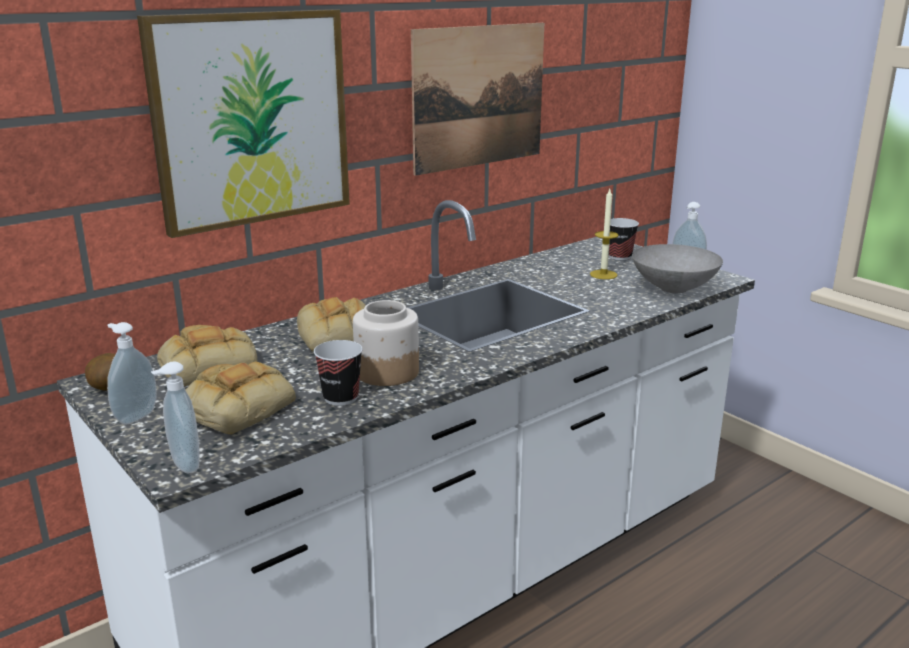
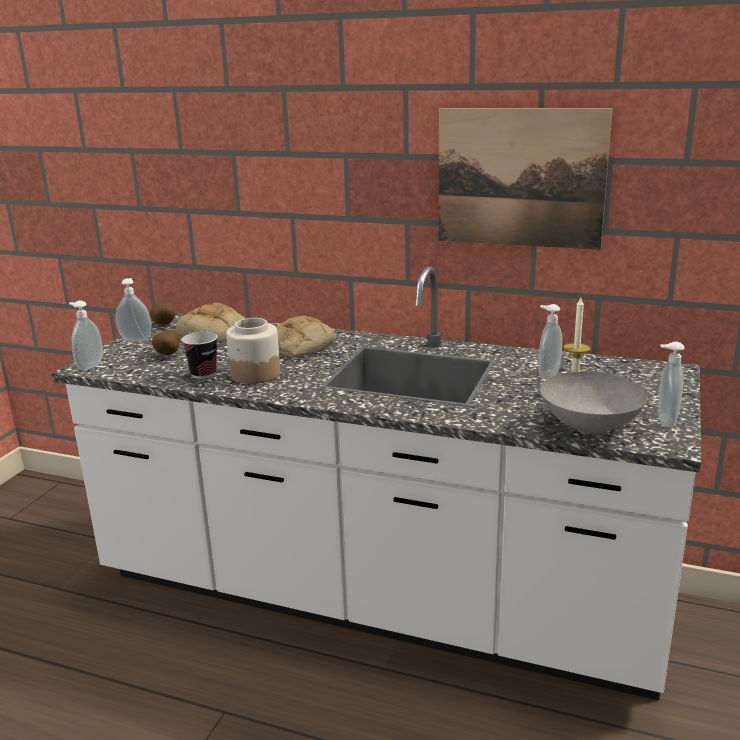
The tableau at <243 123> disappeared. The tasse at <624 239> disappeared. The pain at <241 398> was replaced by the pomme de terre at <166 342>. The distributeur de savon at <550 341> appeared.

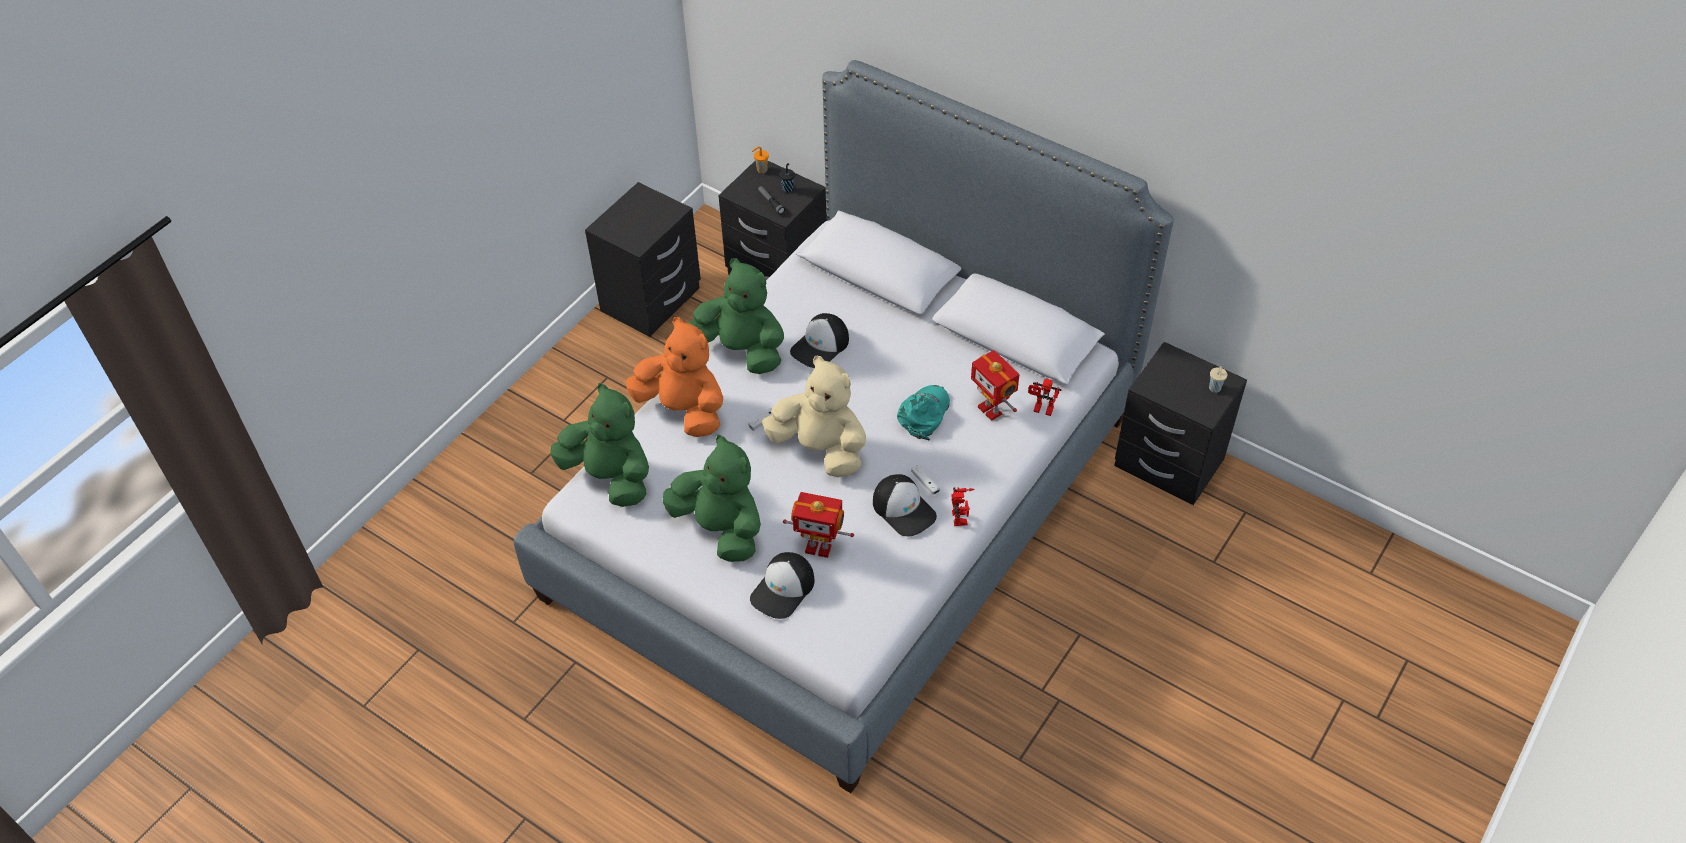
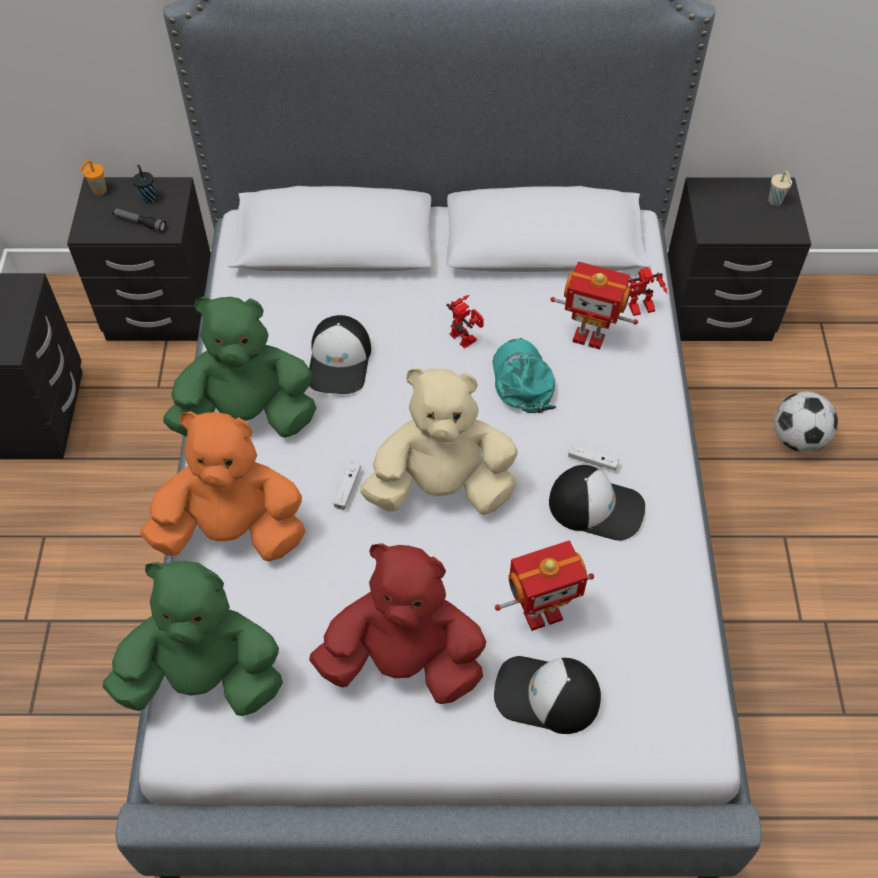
The peluche/vert at <711 498> became the peluche/rouge at <397 623>. The robot jouet moved from <963 506> to <465 322>. The casquette at <782 585> turned 105 degrees clockwise. The ballon de foot at <806 422> appeared.

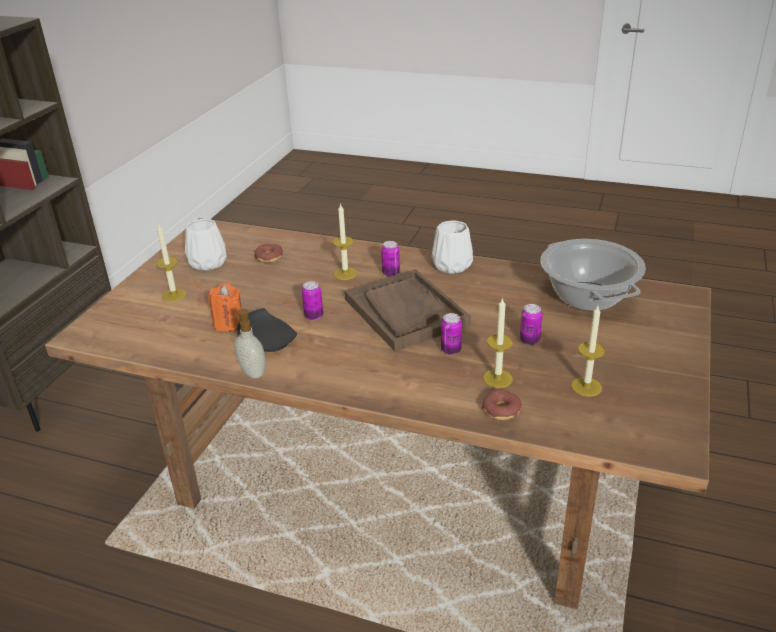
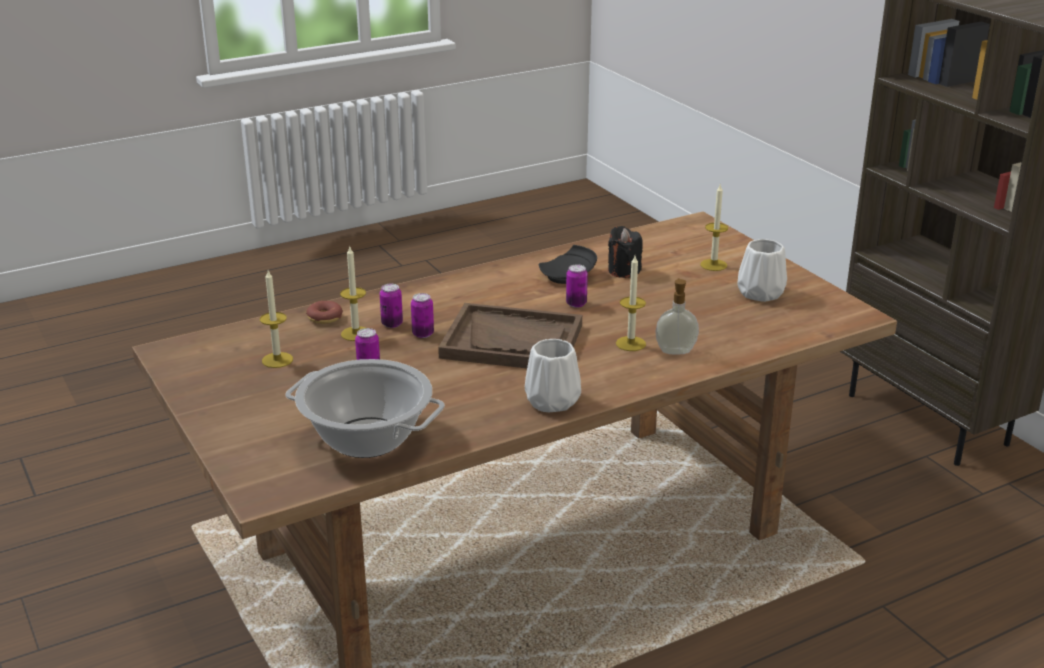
The boîte métallique moved from <390 259> to <391 306>. The beignet at <268 253> disappeared. The bougie/orange at <225 307> became the bougie/noir at <625 252>. The distributeur de savon moved from <248 343> to <677 316>.

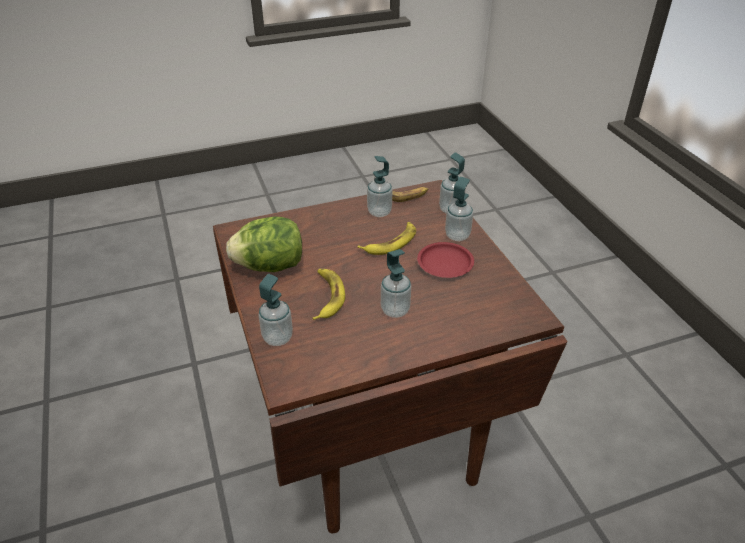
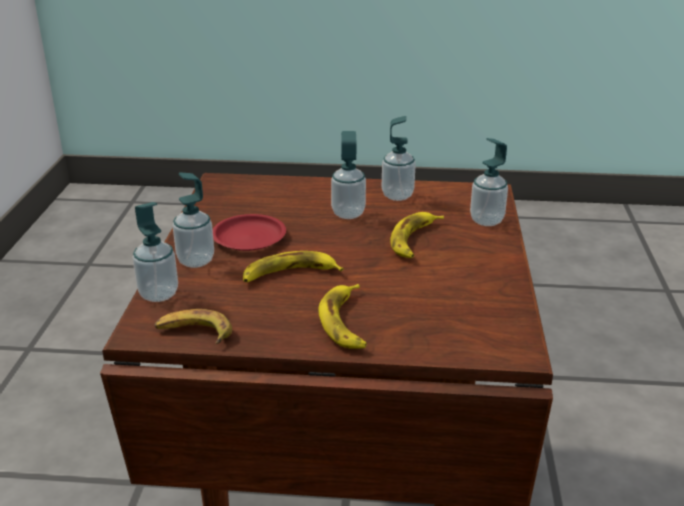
The distributeur de savon moved from <379 186> to <399 158>. The laitue at <264 244> disappeared. The banane at <342 316> appeared.

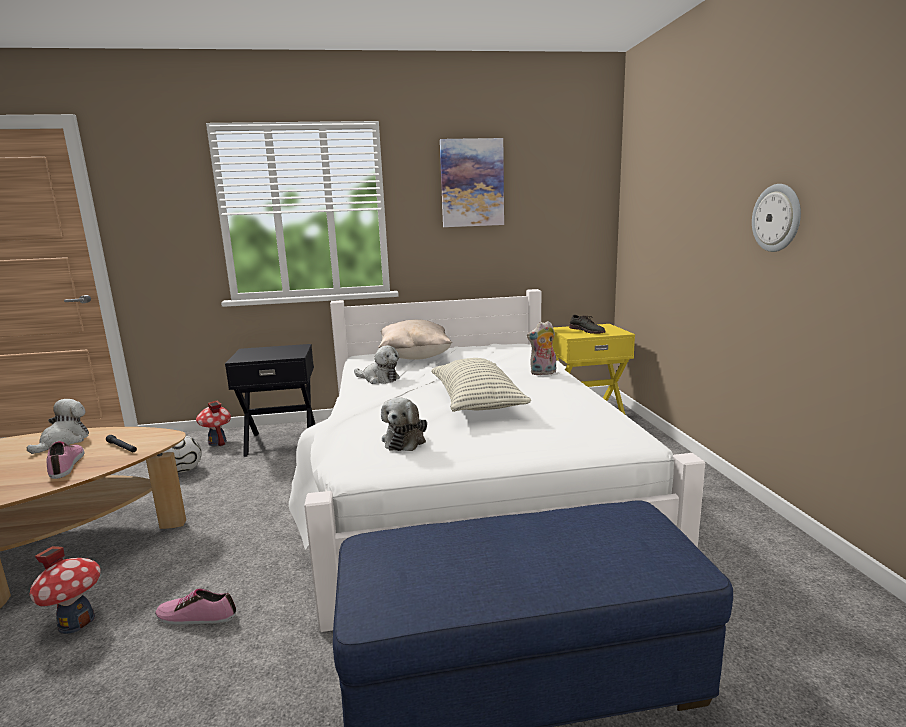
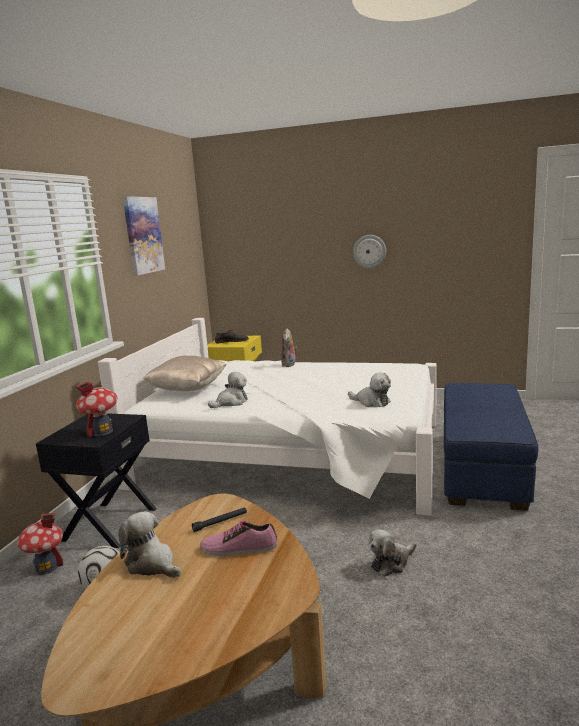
The coussin at <481 385> disappeared. The maison miniature moved from <65 590> to <96 410>. The chaussure at <195 606> was replaced by the peluche at <392 553>.

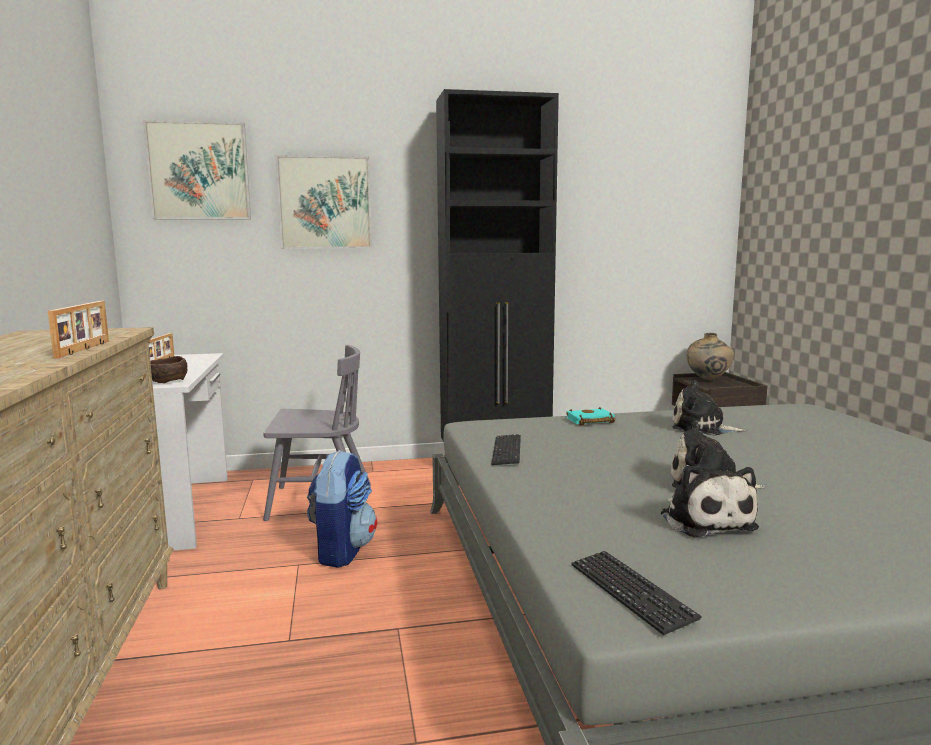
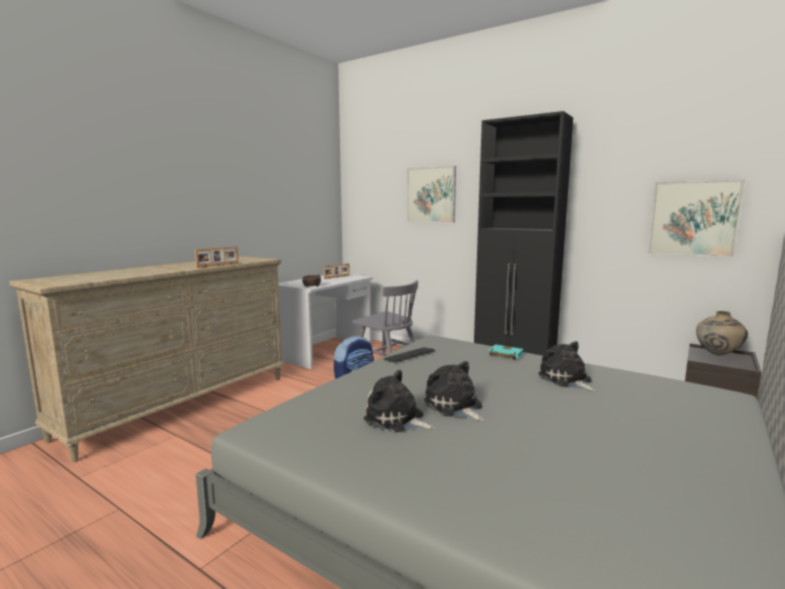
The tableau moved from <197 169> to <696 218>. The peluche at <710 501> turned 90 degrees clockwise. The clavier at <637 593> disappeared.

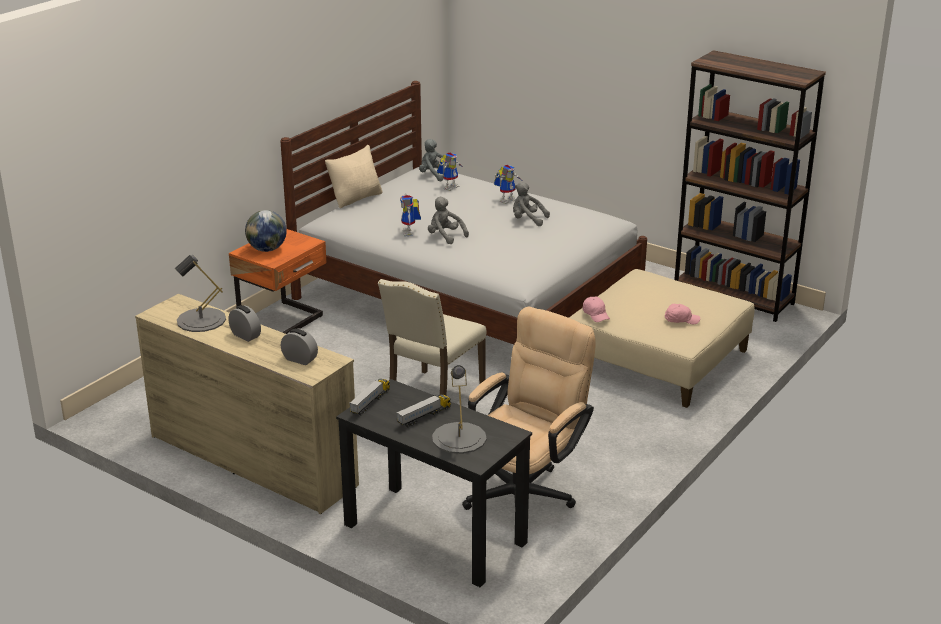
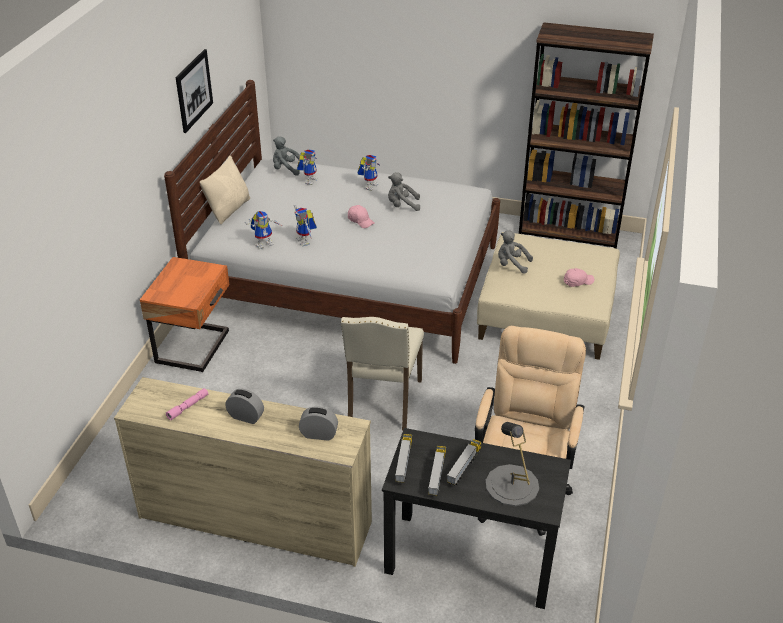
The peluche/gris moved from <448 220> to <515 252>. The globe at <266 231> disappeared. The lampe de table/gris at <200 293> was replaced by the lampe de poche/rose at <187 404>. The casquette/rose moved from <596 309> to <361 216>. The tableau at <194 91> appeared. The robot jouet at <263 230> appeared. The camion jouet at <437 471> appeared.

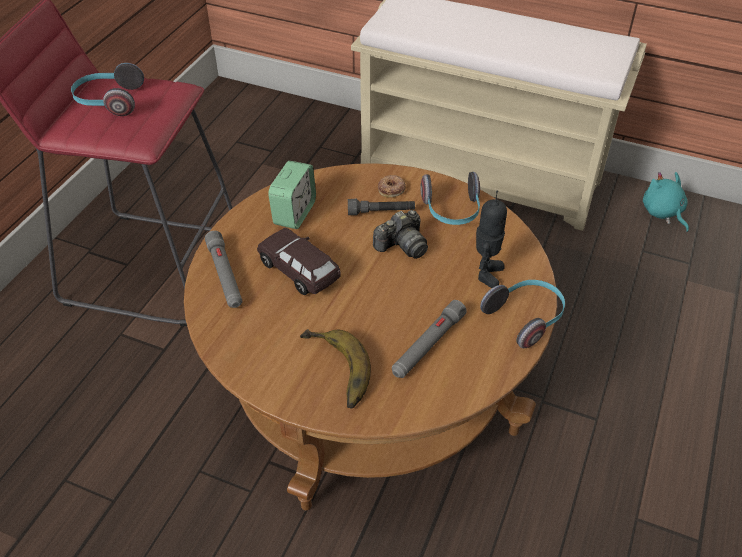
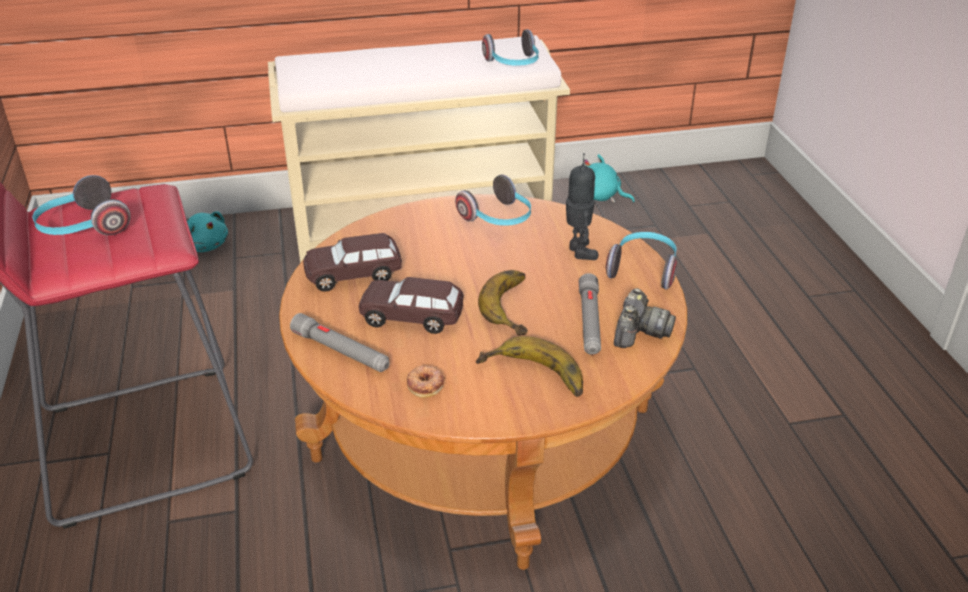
The réveil at <292 195> was replaced by the petite voiture/marron at <352 262>. The beignet moved from <392 186> to <426 381>. The lampe de poche/gris at <381 207> disappeared. The appareil photo moved from <400 234> to <645 318>. The casque audio at <510 47> appeared. The peluche/turquoise at <207 232> appeared. The banane at <503 302> appeared.

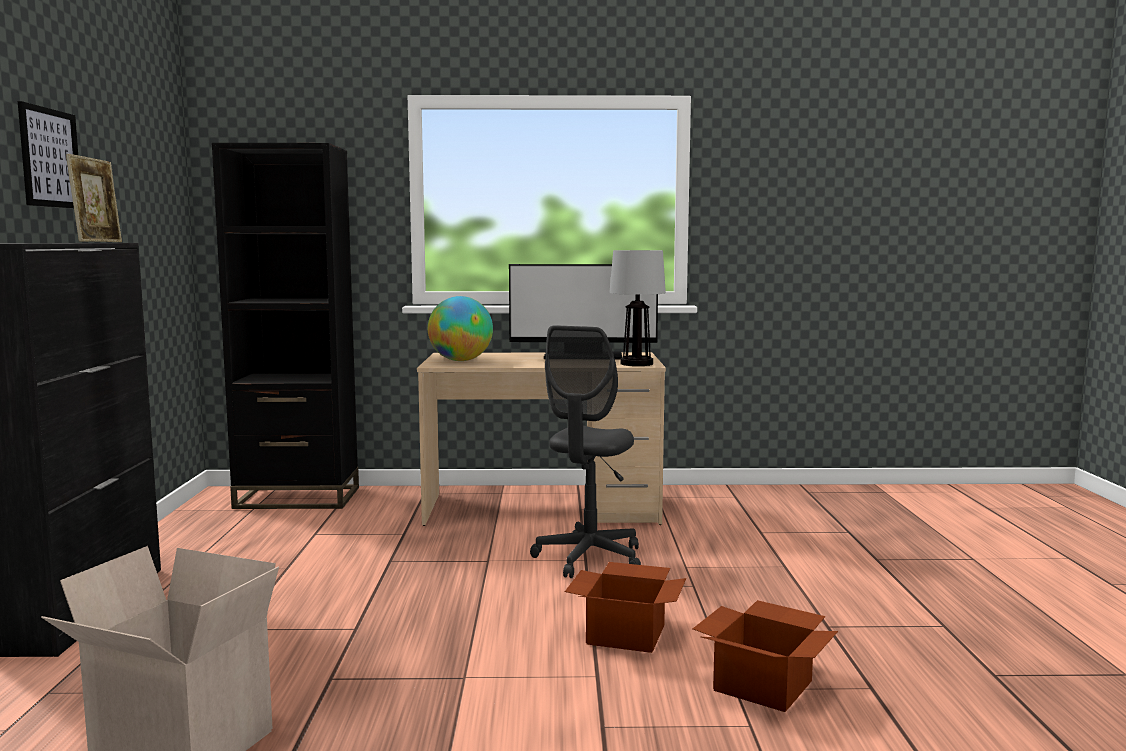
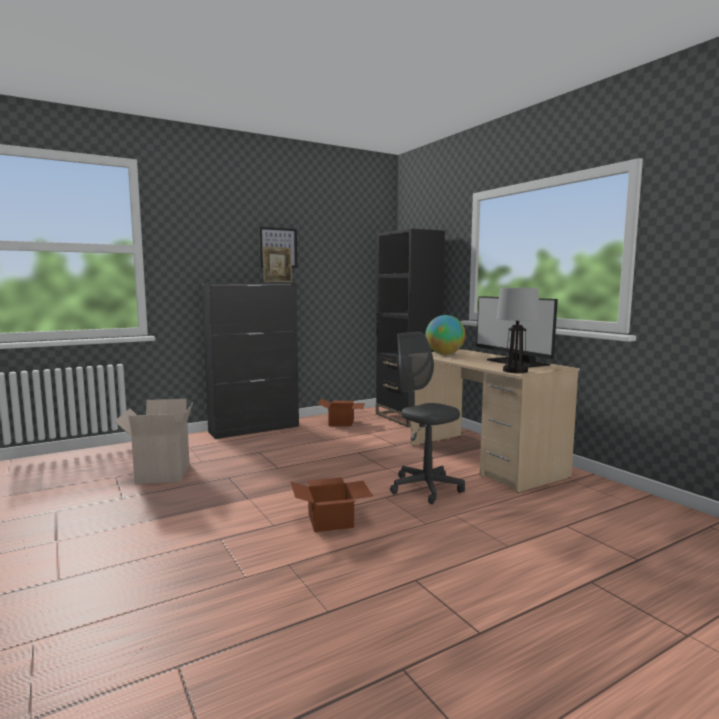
The chaise de bureau/gris at <585 451> turned 60 degrees clockwise. The carton moved from <765 656> to <341 412>.

